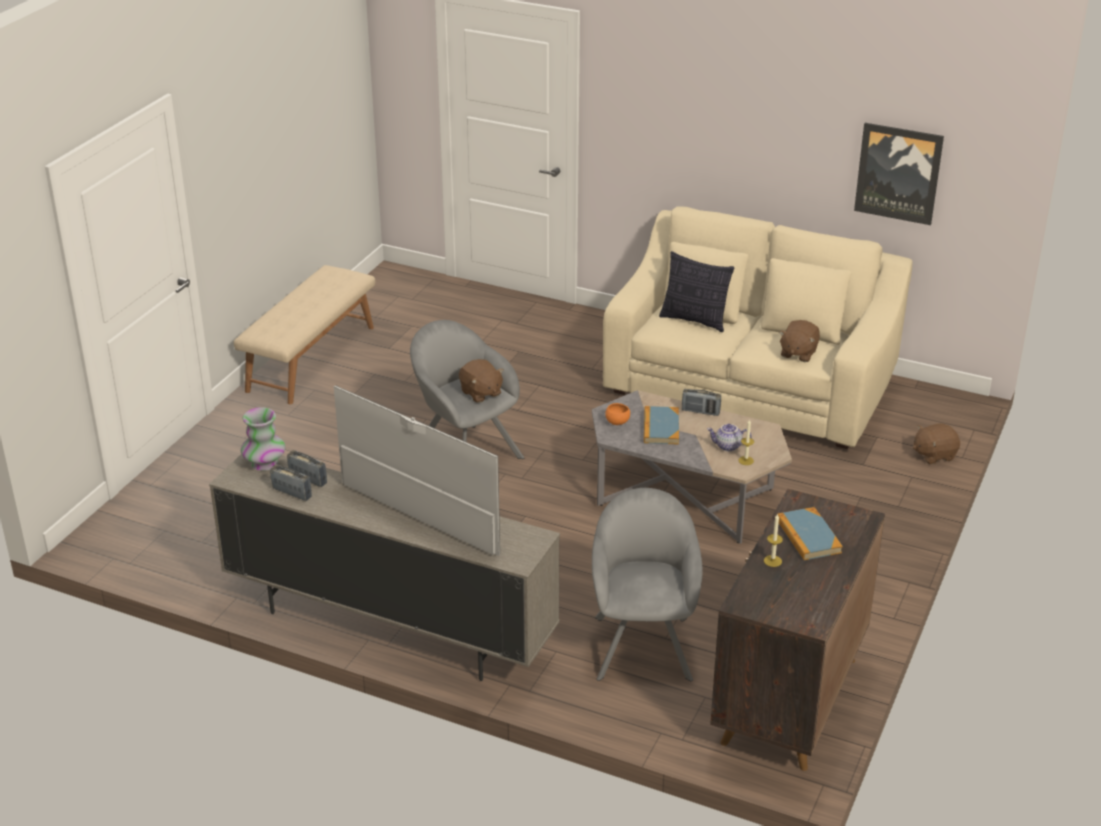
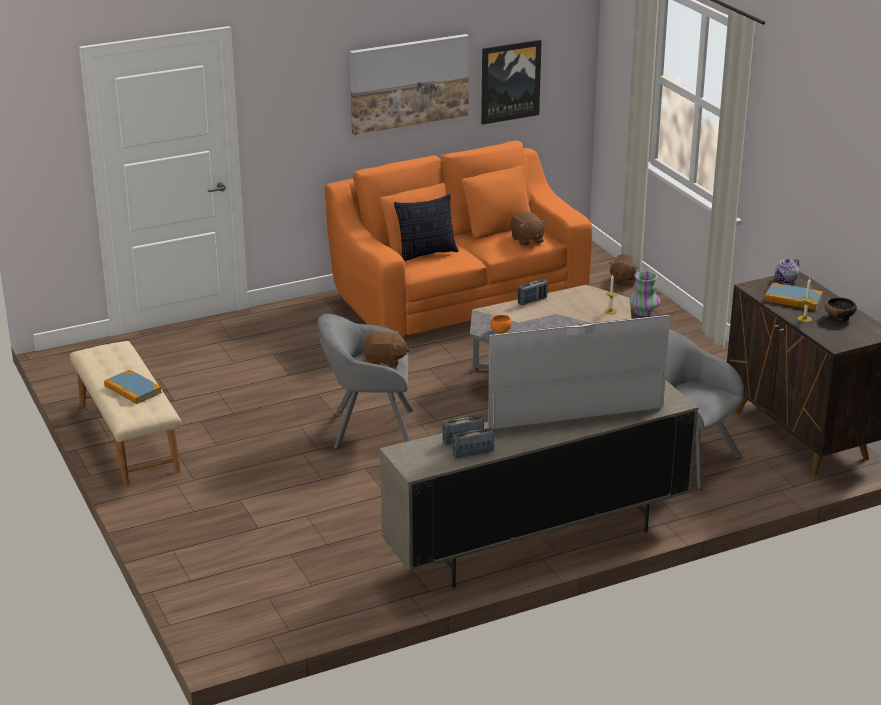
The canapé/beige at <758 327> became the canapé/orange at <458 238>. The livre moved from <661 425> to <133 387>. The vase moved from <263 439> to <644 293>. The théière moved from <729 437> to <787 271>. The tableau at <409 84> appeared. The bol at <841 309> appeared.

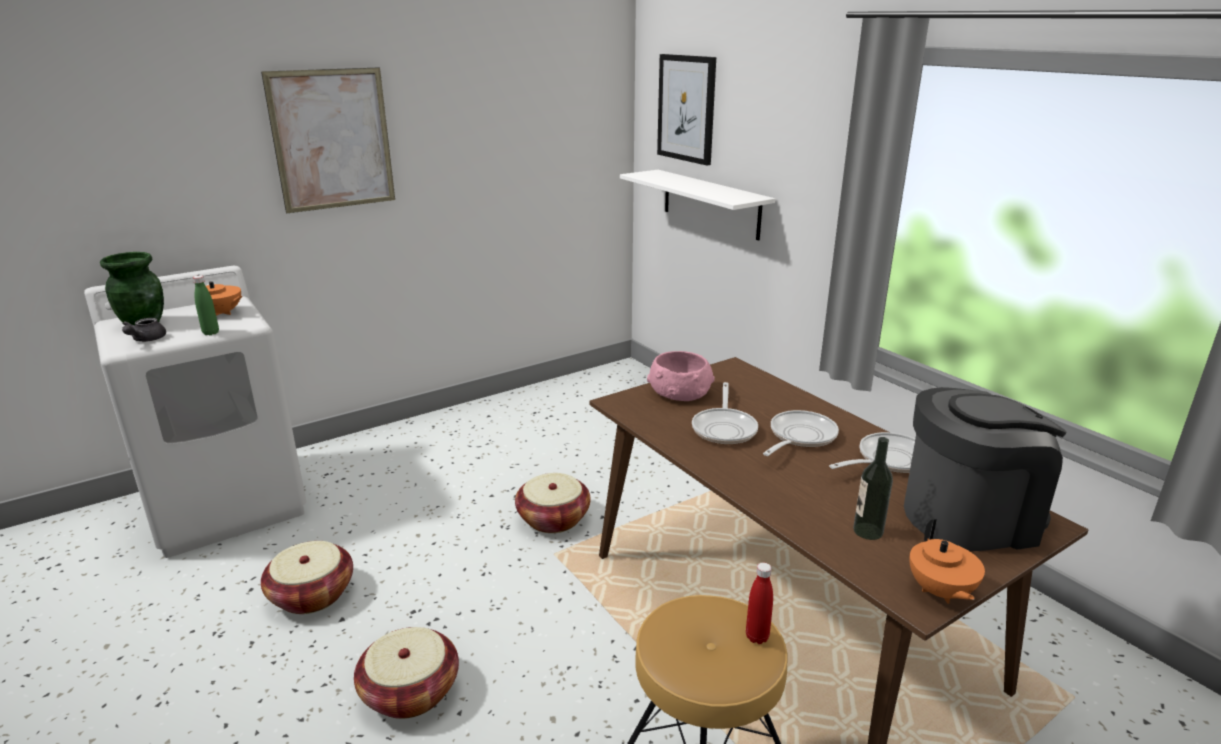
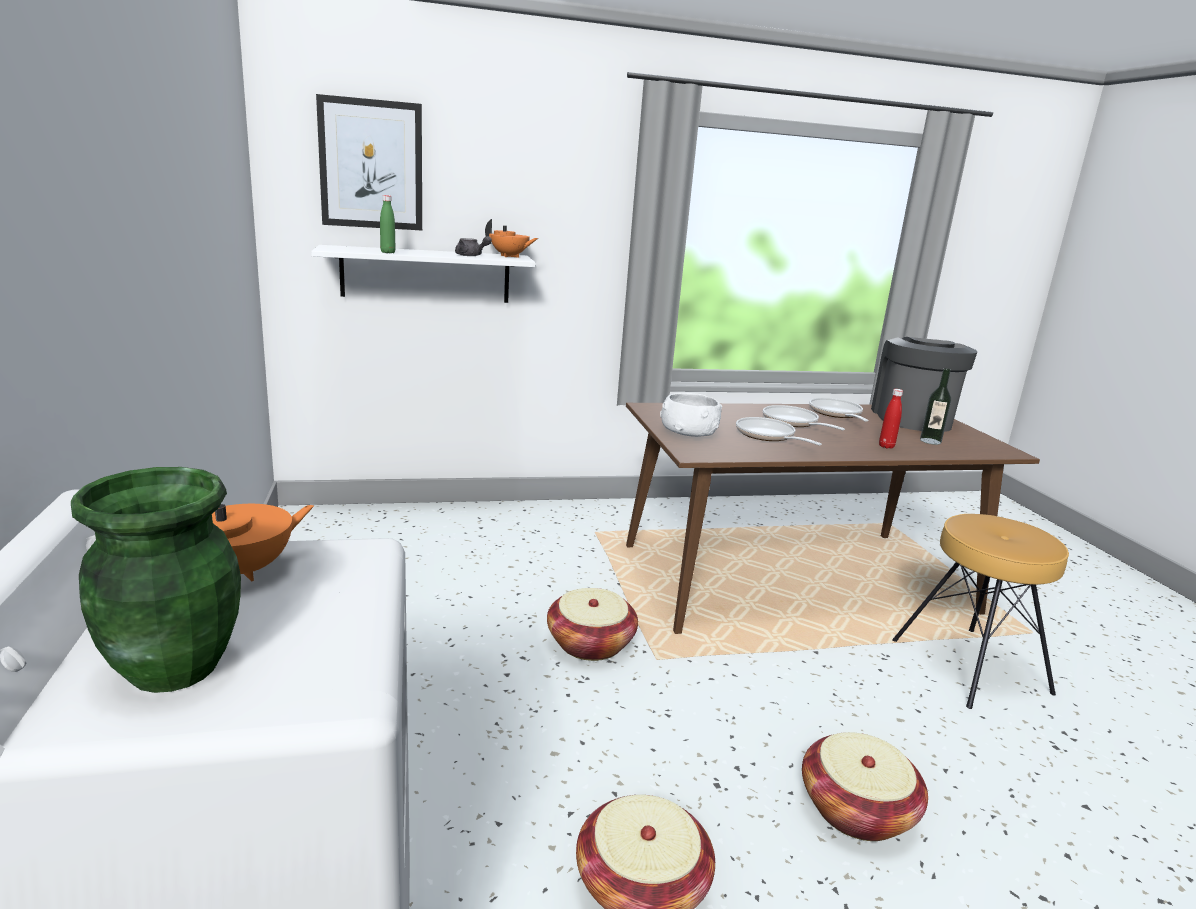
The tableau at <328 140> disappeared. The bouteille/vert moved from <206 305> to <388 224>. The théière/gris moved from <144 330> to <473 246>. The bol/rose at <681 376> became the bol/blanc at <691 415>. The poêle at <725 413> turned 150 degrees counterclockwise. The théière/orange moved from <947 562> to <511 238>. The bouteille/rouge moved from <759 603> to <891 419>.

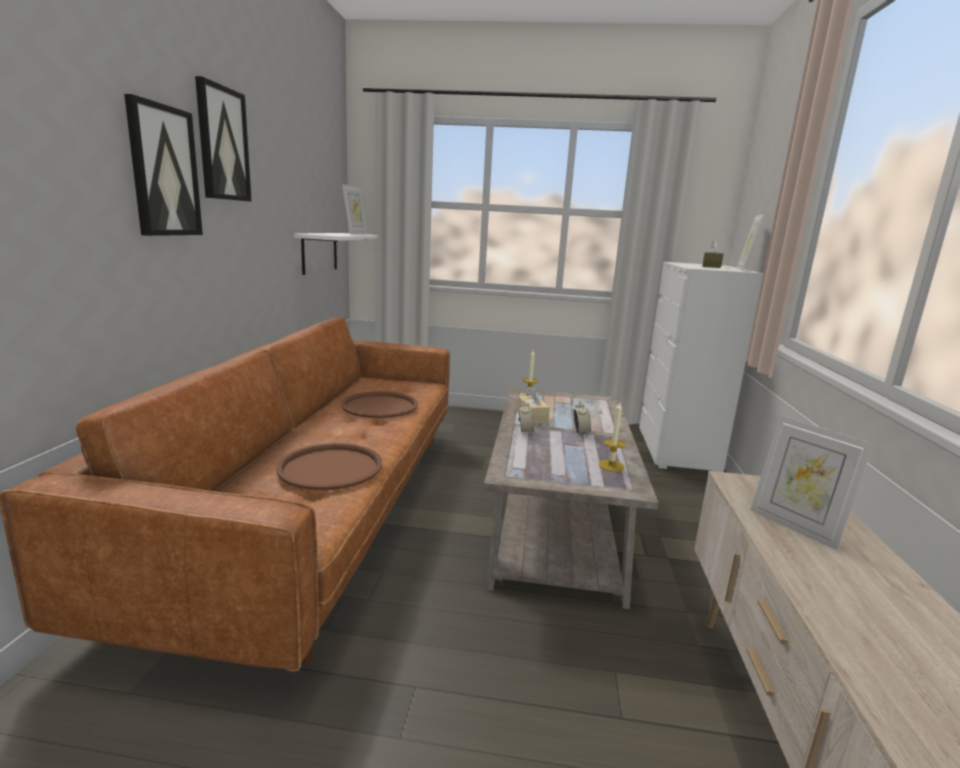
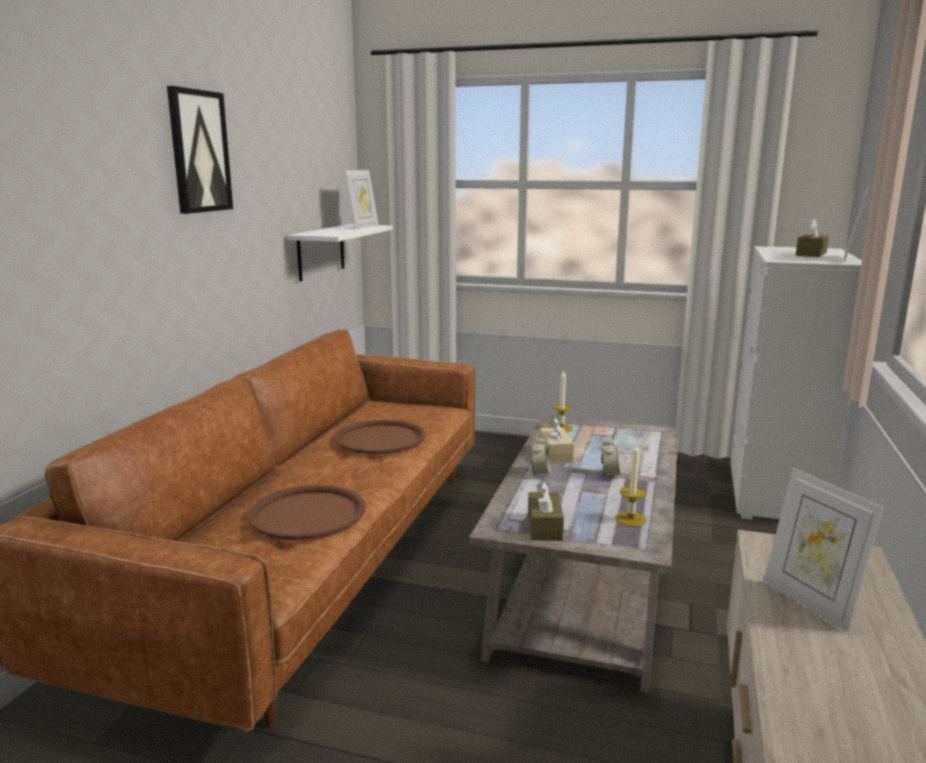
The tableau at <163 165> disappeared. The boîte à mouchoirs/marron at <546 511> appeared.

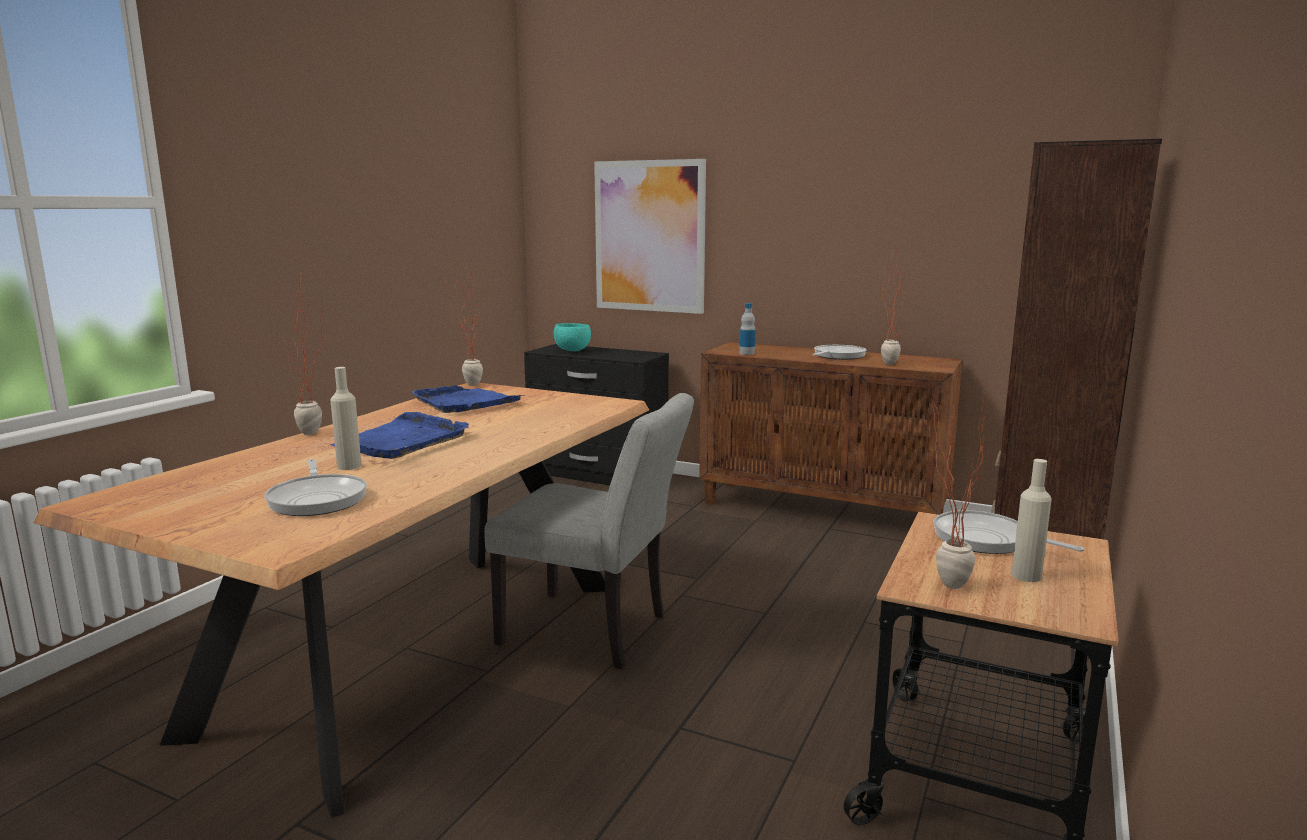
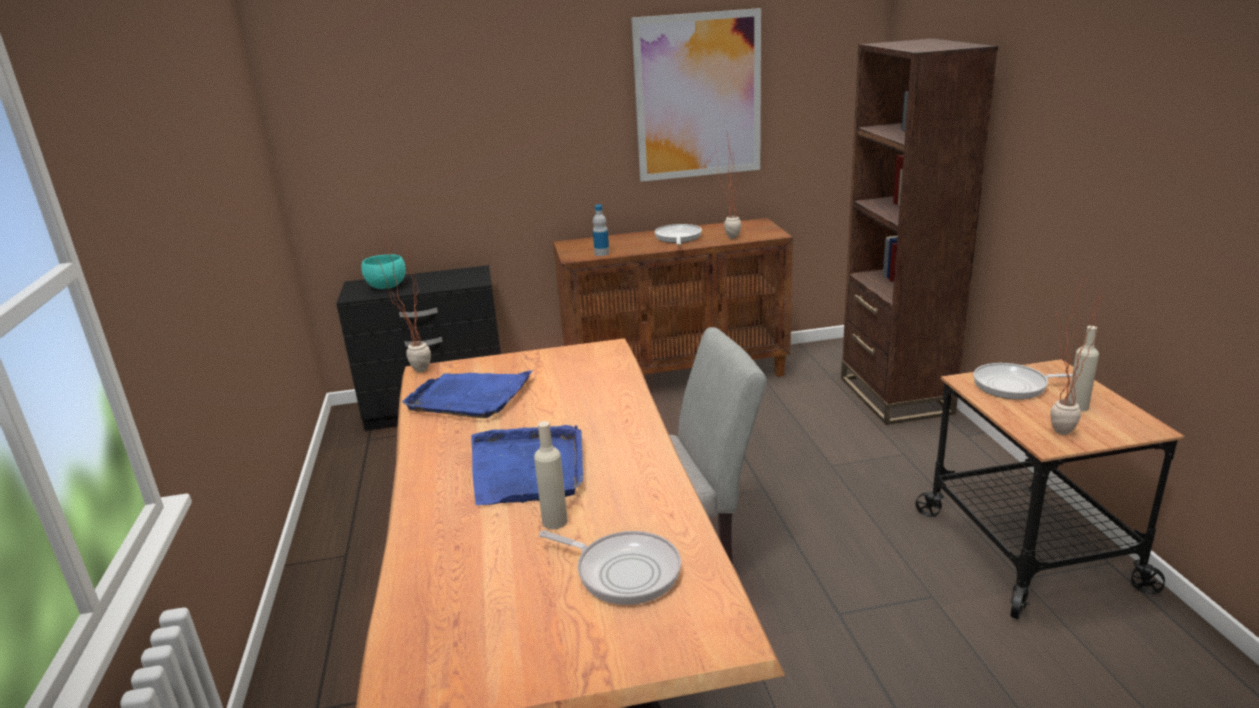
The tableau moved from <650 236> to <696 95>. The plante en pot at <303 353> disappeared.

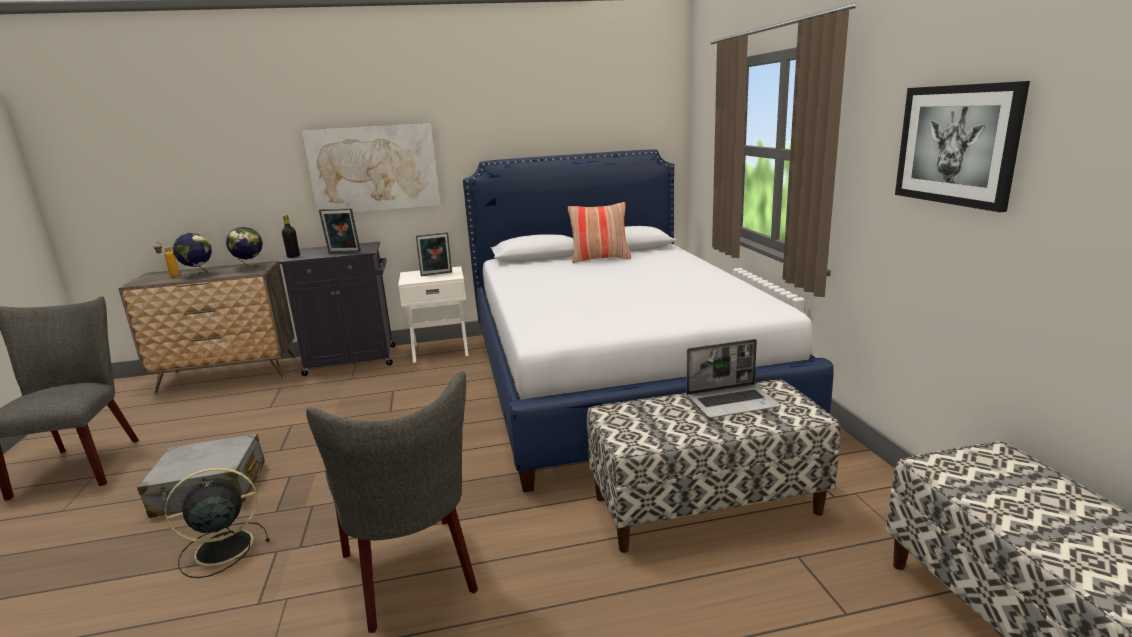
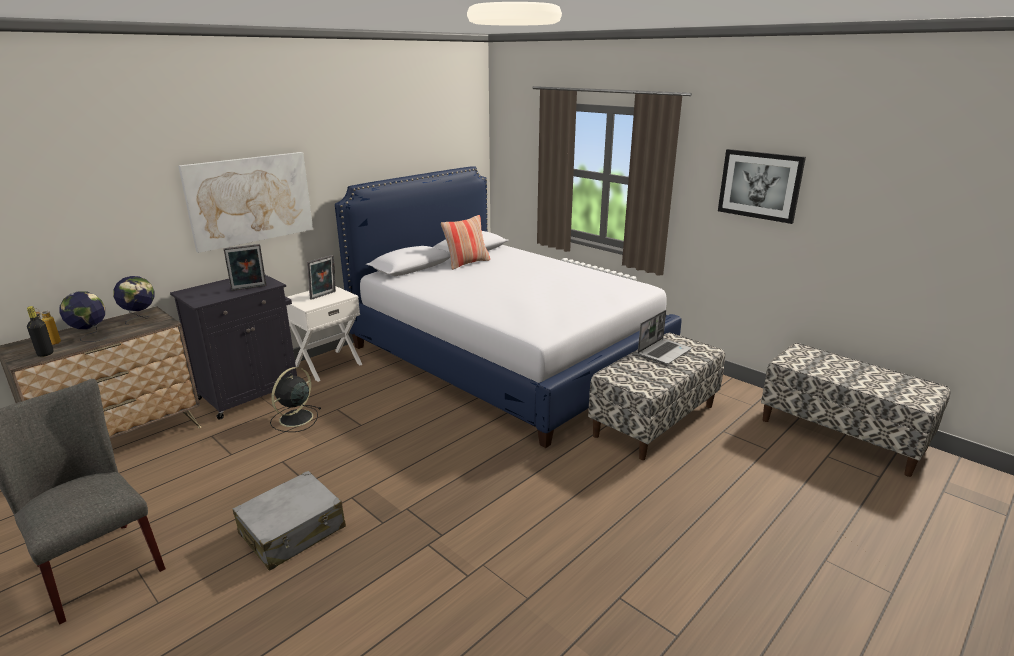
The bouteille/noir moved from <291 236> to <40 331>. The chaise/gris at <392 502> disappeared. The ventilateur/noir moved from <217 522> to <295 399>.

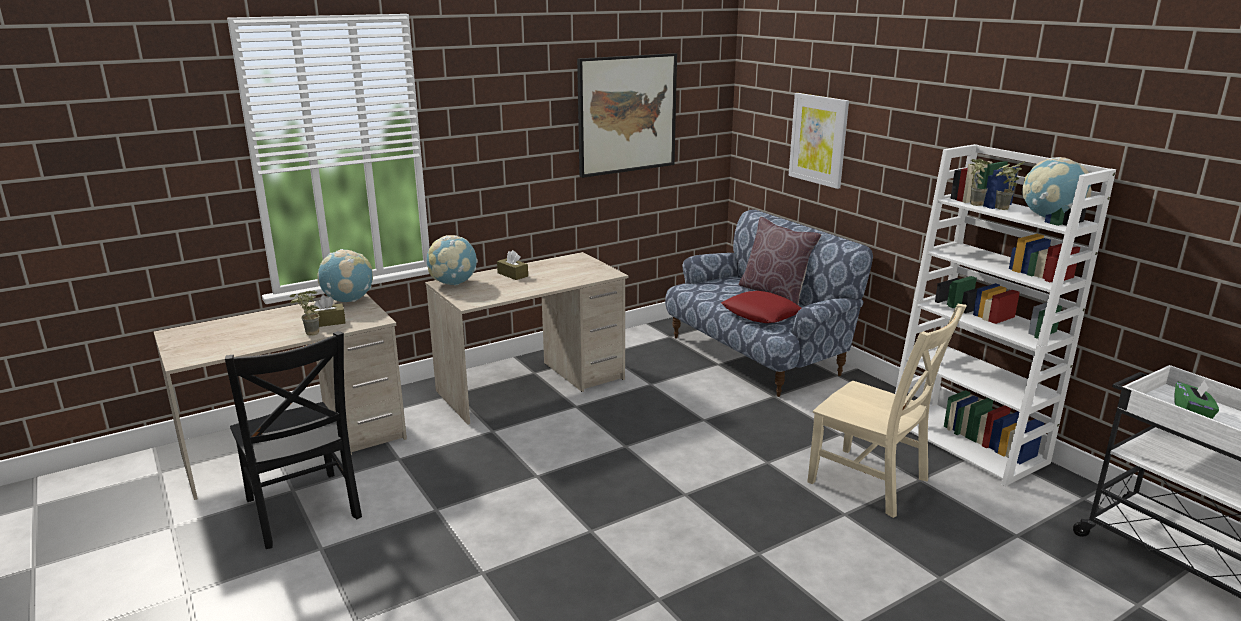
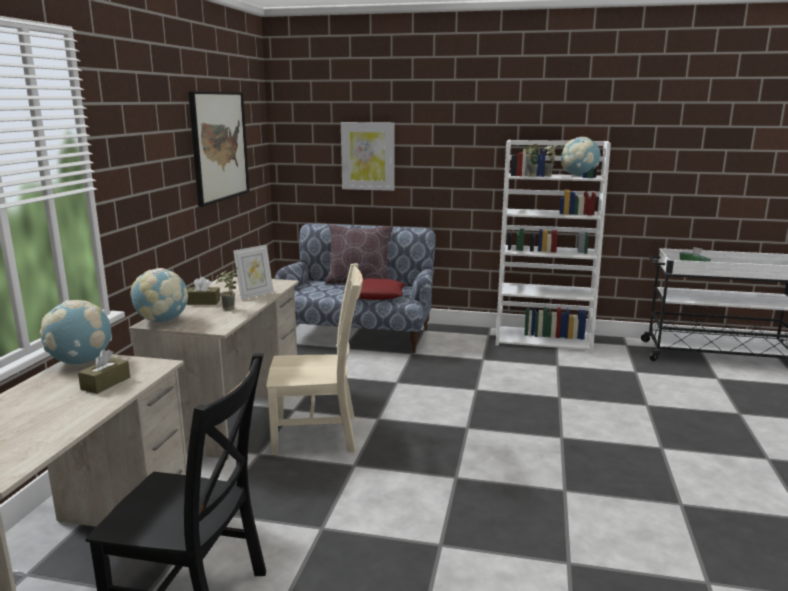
The plante en pot moved from <304 313> to <227 289>. The chaise/beige moved from <887 411> to <314 359>. The cadre photo at <253 272> appeared.

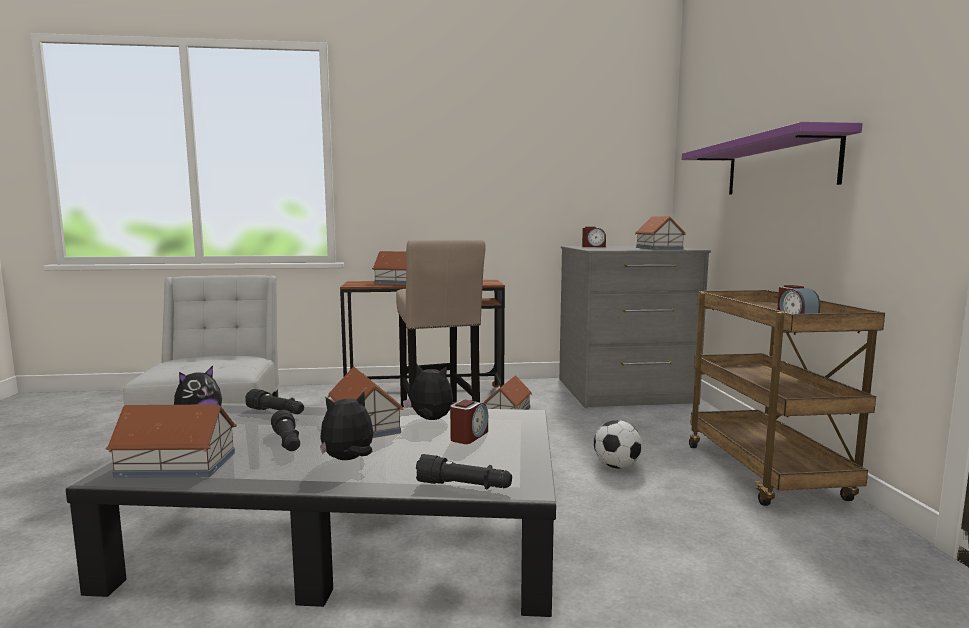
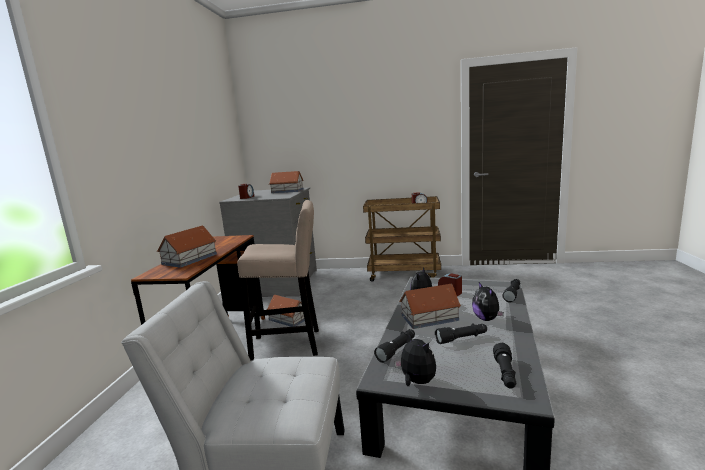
The étagère/violet at <772 158> disappeared. The maison miniature at <171 441> was replaced by the lampe de poche/noir at <504 366>. The ballon de foot at <618 444> disappeared.

